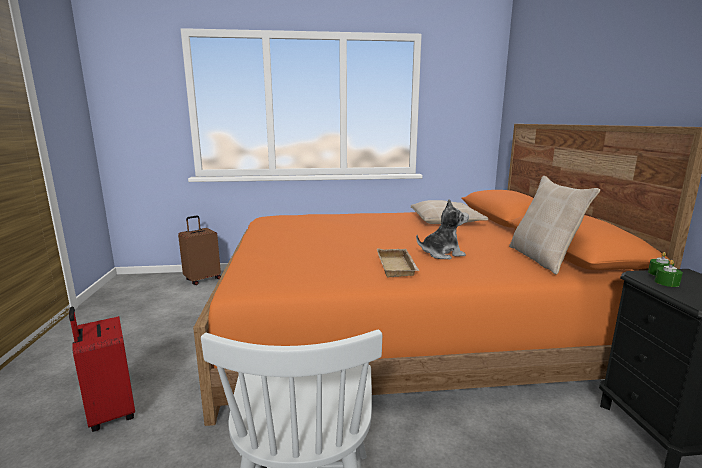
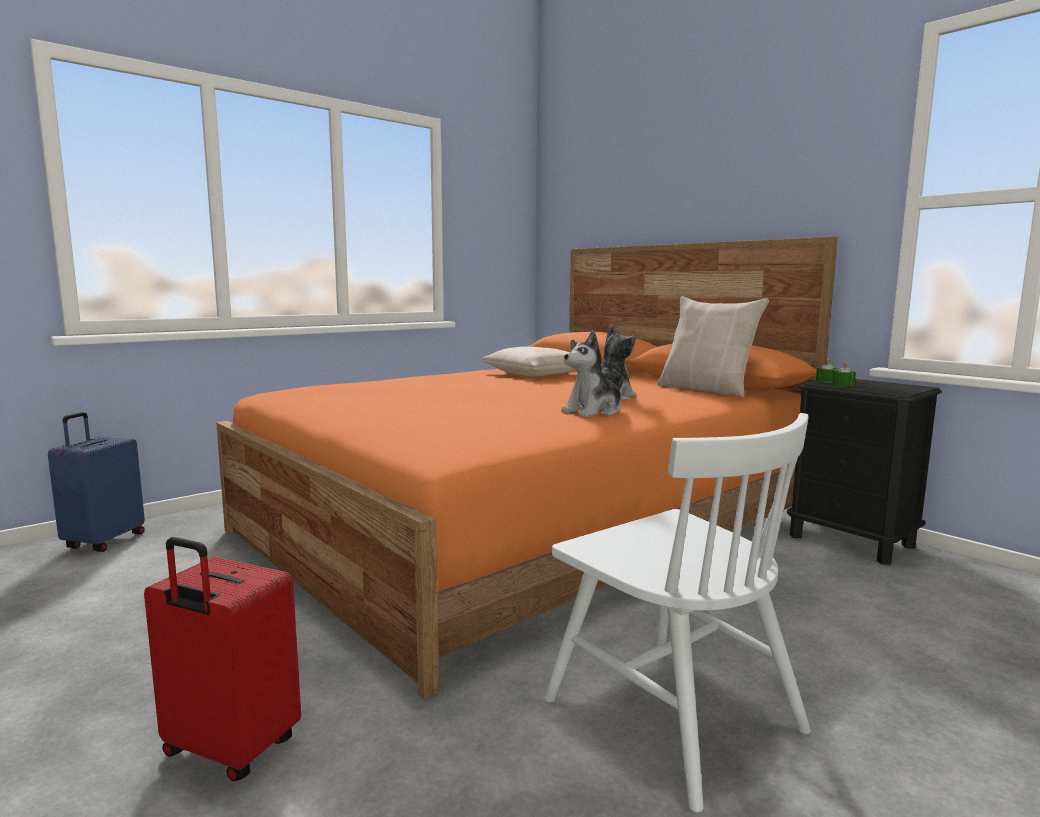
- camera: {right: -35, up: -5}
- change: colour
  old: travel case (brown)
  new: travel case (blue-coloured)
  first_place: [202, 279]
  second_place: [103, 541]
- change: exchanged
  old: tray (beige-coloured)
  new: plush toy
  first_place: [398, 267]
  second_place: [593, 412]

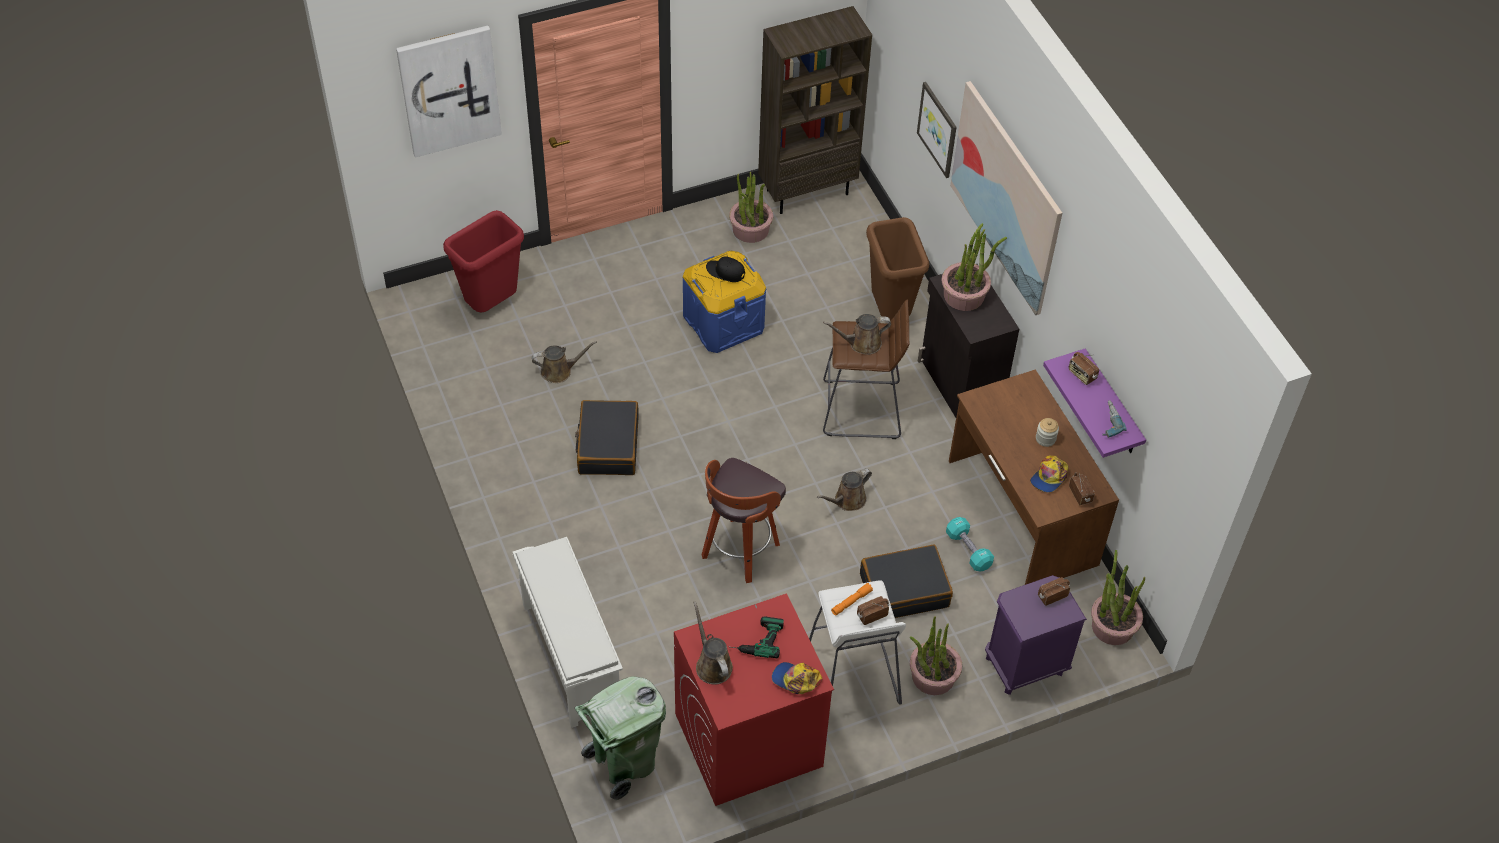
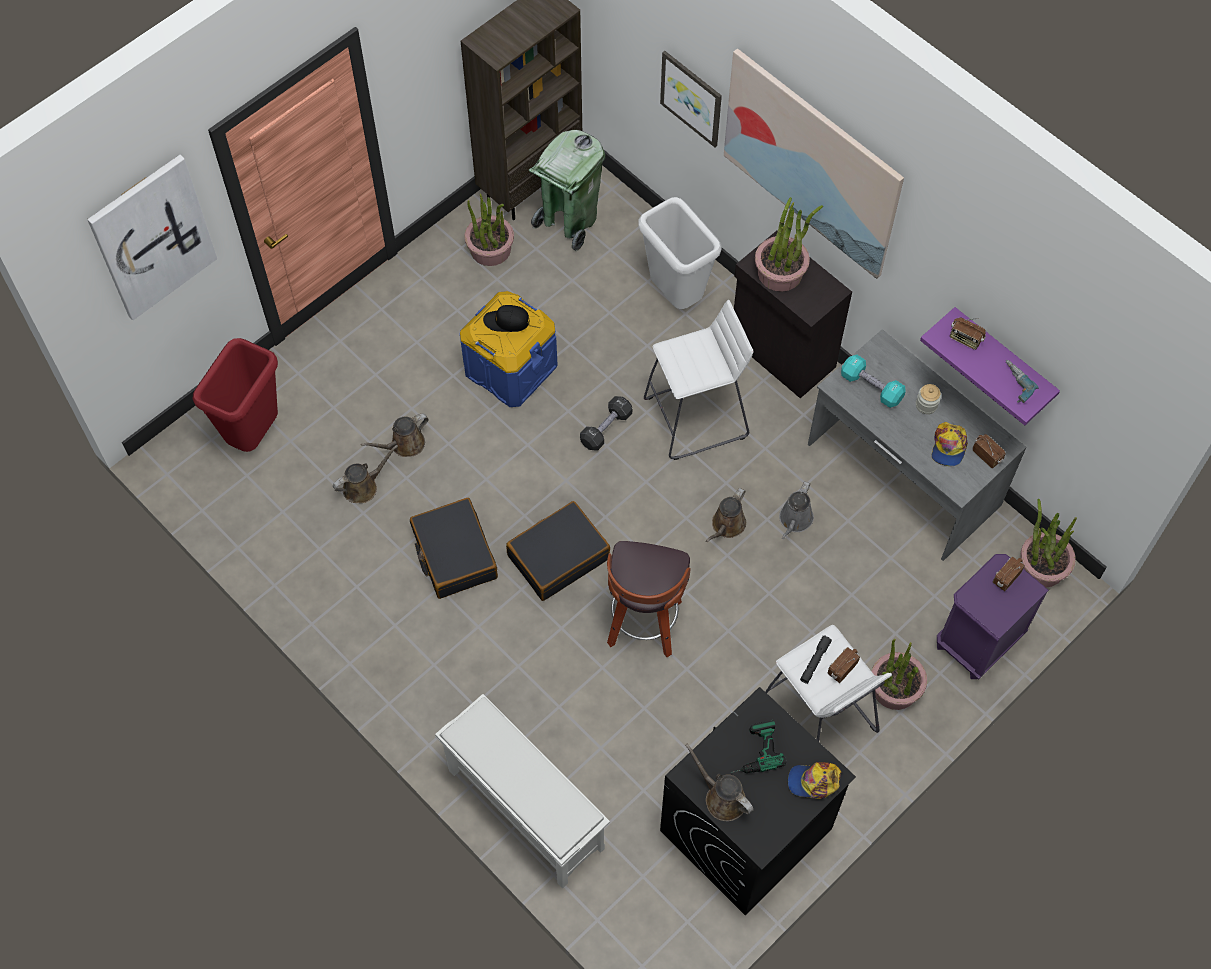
- camera: {right: -20, up: 10}
- change: colour
  old: rubbish bin (brown)
  new: rubbish bin (white)
  first_place: [890, 312]
  second_place: [677, 295]
- change: colour
  old: stool seat (brown)
  new: stool seat (white)
  first_place: [862, 410]
  second_place: [697, 417]
- change: relocated
  old: watering pot (brown)
  first_place: [861, 343]
  second_place: [404, 445]
- change: colour
  old: desk (brown)
  new: desk (gray)
  first_place: [1020, 513]
  second_place: [902, 475]
- change: relocated
  old: free weight (blue-green)
  first_place: [968, 550]
  second_place: [871, 387]
- change: relocated
  old: travel case (blackish)
  first_place: [904, 590]
  second_place: [558, 556]
- change: colour
  old: flashlight (orangey)
  new: flashlight (gray)
  first_place: [851, 602]
  second_place: [815, 661]
- change: colour
  old: washing machine (red-coloured)
  new: washing machine (blackish)
  first_place: [747, 741]
  second_place: [745, 831]
- change: relocated
  old: rubbish bin (green-coloured)
  first_place: [624, 764]
  second_place: [569, 221]
- change: appeared
  new: free weight (blackish)
  second_place: [606, 428]
- change: appeared
  new: watering pot (gray)
  second_place: [795, 520]

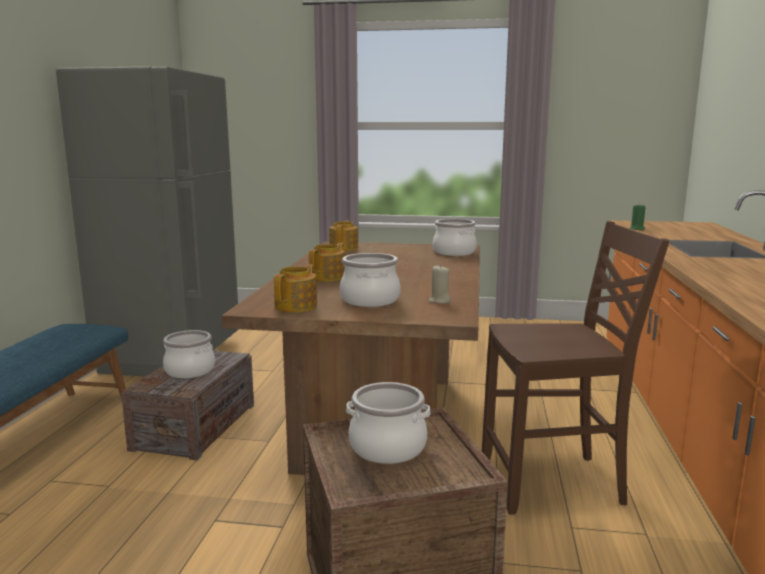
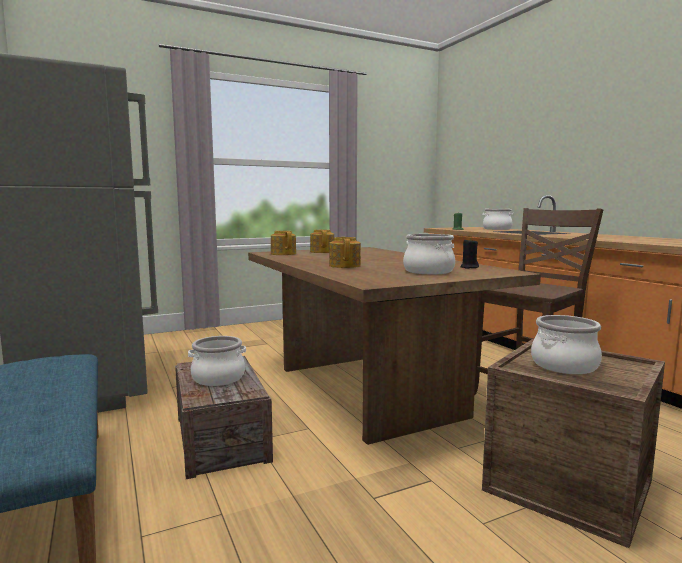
- camera: {right: -35, up: -5}
- change: relocated
  old: stockpot
  first_place: [453, 252]
  second_place: [497, 229]
- change: relocated
  old: teapot
  first_place: [297, 306]
  second_place: [322, 251]
- change: colour
  old: wax light (beige-coloured)
  new: wax light (blackish)
  first_place: [439, 301]
  second_place: [469, 267]

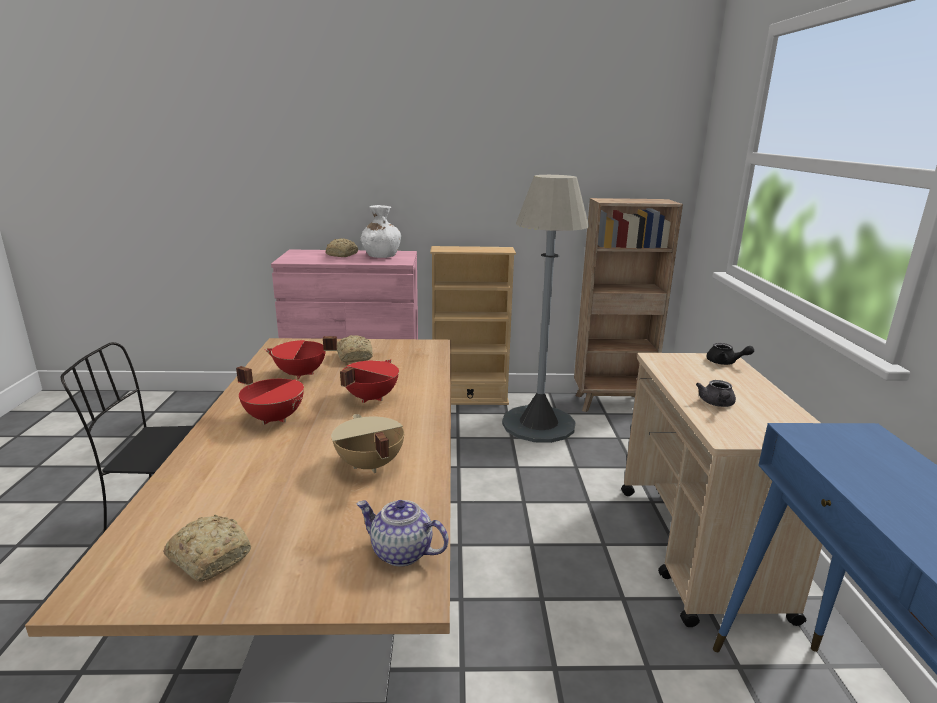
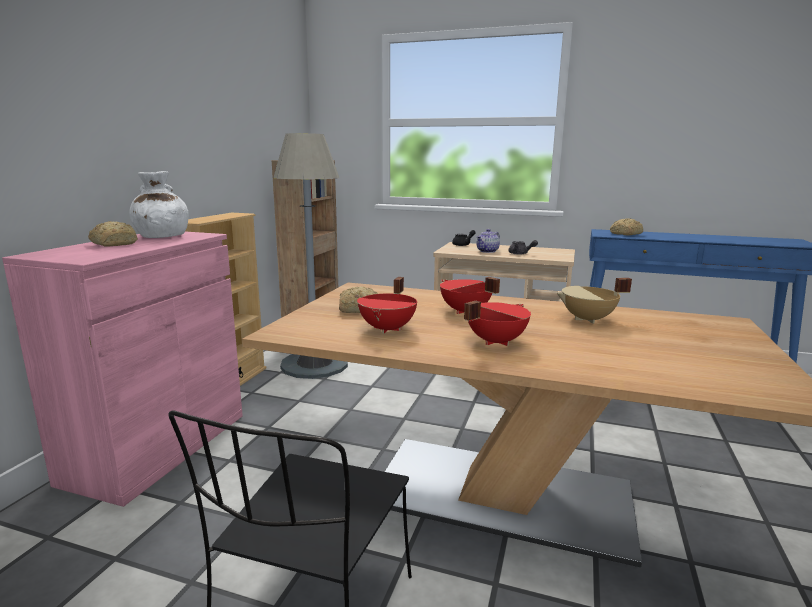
- camera: {right: -70, up: -5}
- change: relocated
  old: teapot
  first_place: [400, 552]
  second_place: [487, 251]
- change: relocated
  old: bread
  first_place: [210, 557]
  second_place: [625, 234]

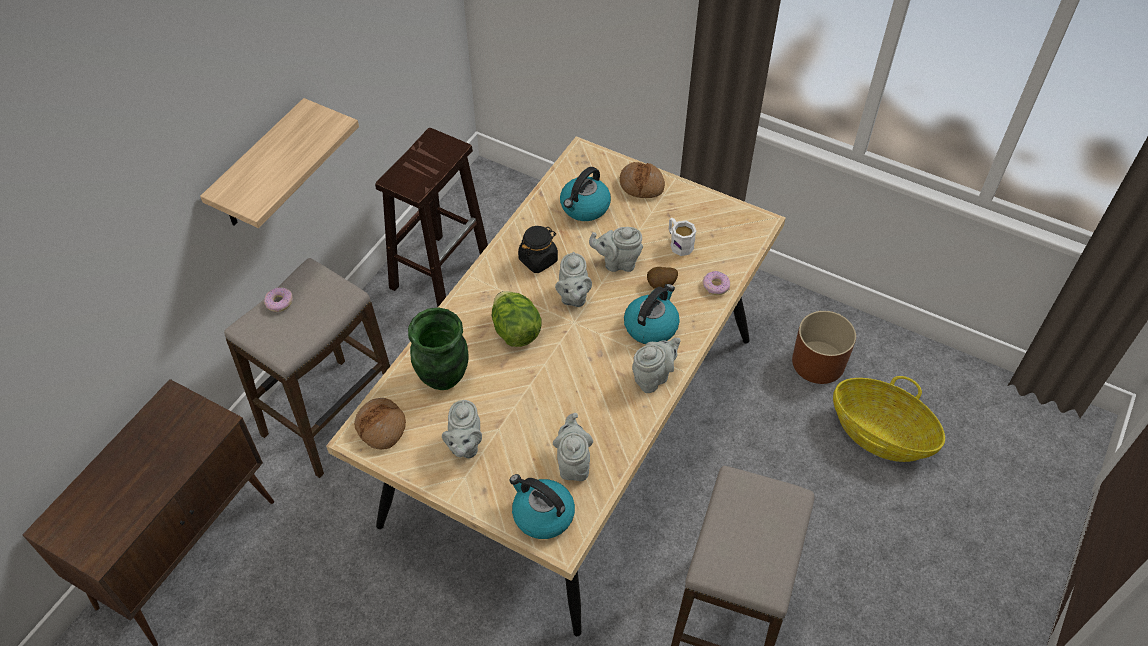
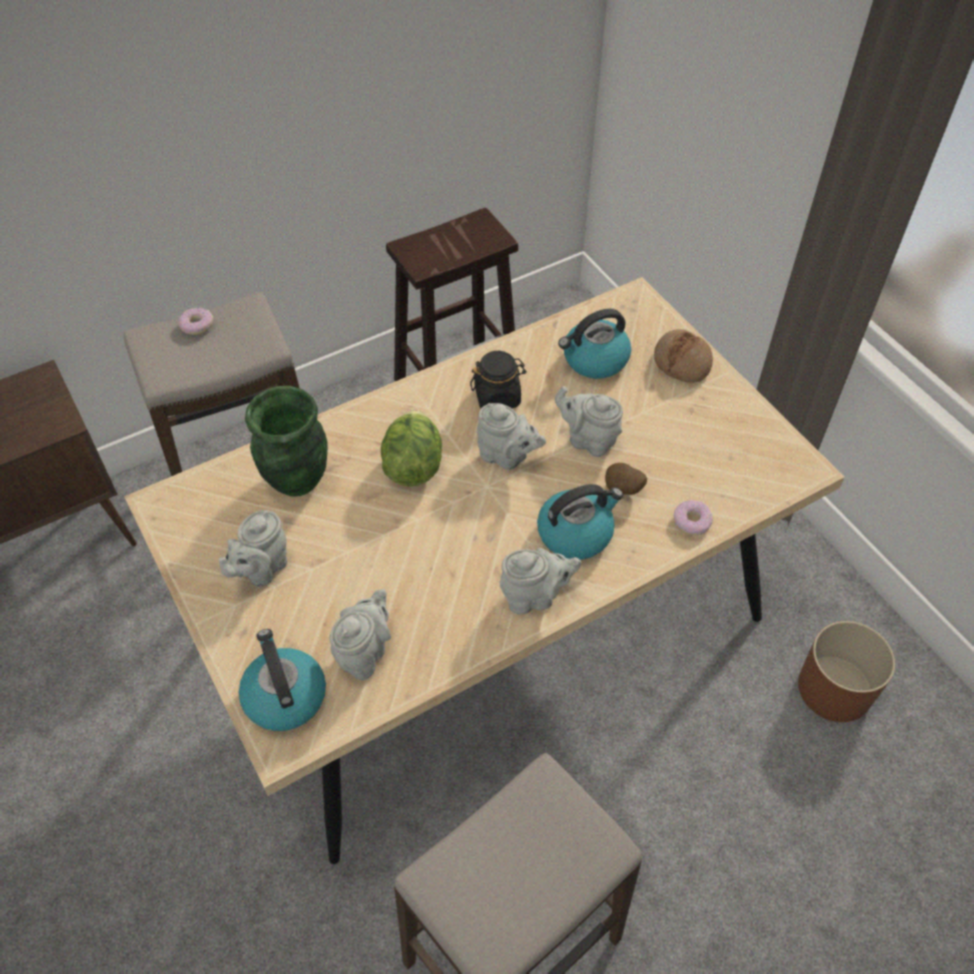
- camera: {right: 30, up: 0}
- change: missing
  old: wall shelf
  first_place: [260, 167]
- change: missing
  old: coffee mug (white)
  first_place: [678, 243]
- change: spun
  old: teapot (gray)
  first_place: [573, 297]
  second_place: [507, 456]
  degrees: -90
- change: missing
  old: storage basket
  first_place: [880, 434]
- change: missing
  old: bread
  first_place: [381, 427]

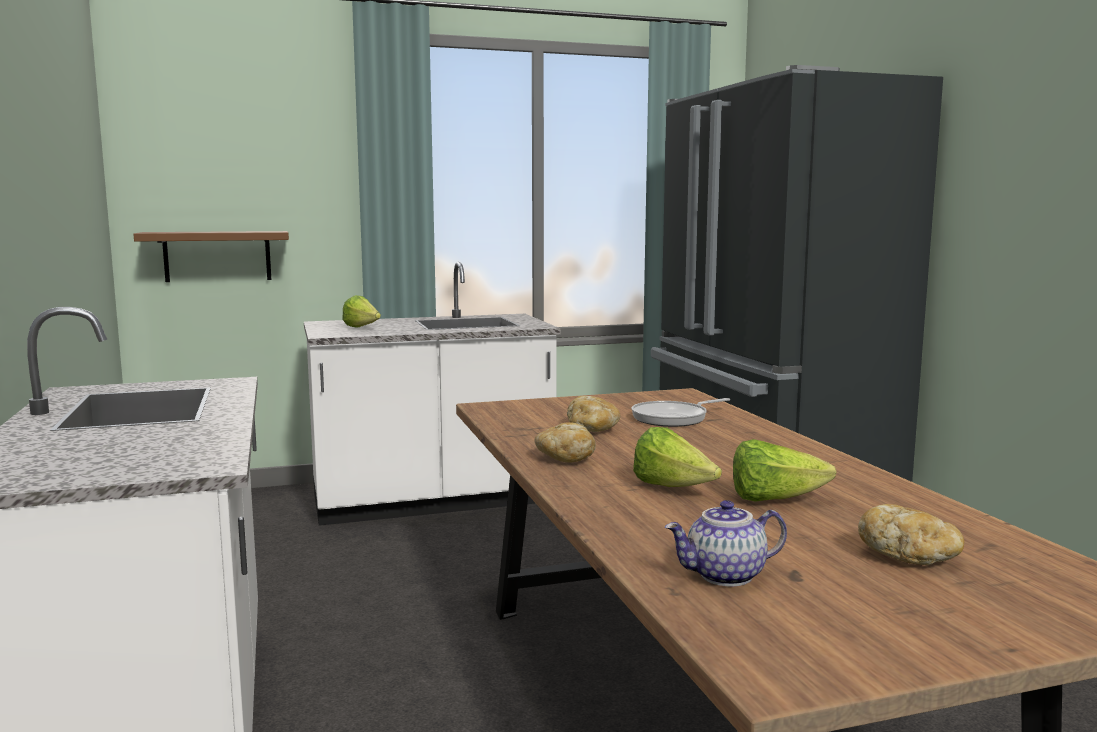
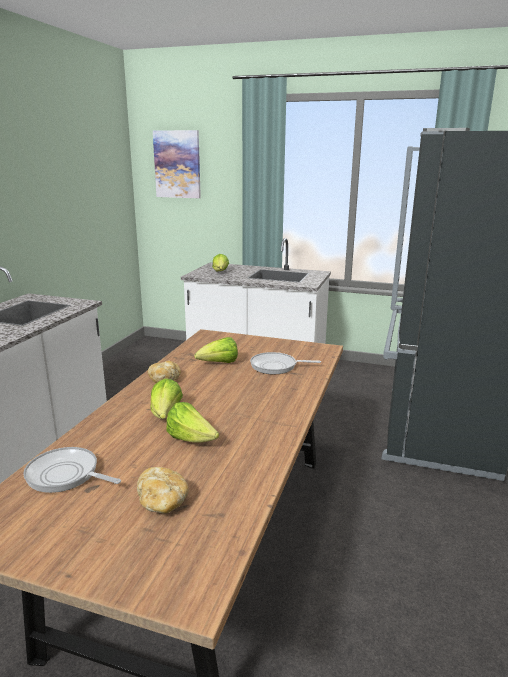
- camera: {right: 35, up: 10}
- change: missing
  old: wall shelf (brown)
  first_place: [217, 256]
- change: exchanged
  old: bread
  new: lettuce
  first_place: [592, 429]
  second_place: [219, 363]
- change: exchanged
  old: teapot
  new: pan
  first_place: [725, 576]
  second_place: [66, 475]
- change: appeared
  new: picture
  second_place: [177, 164]

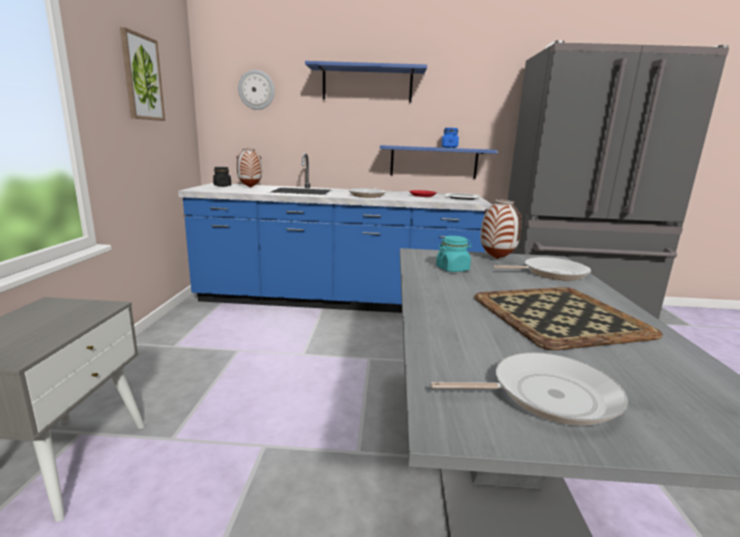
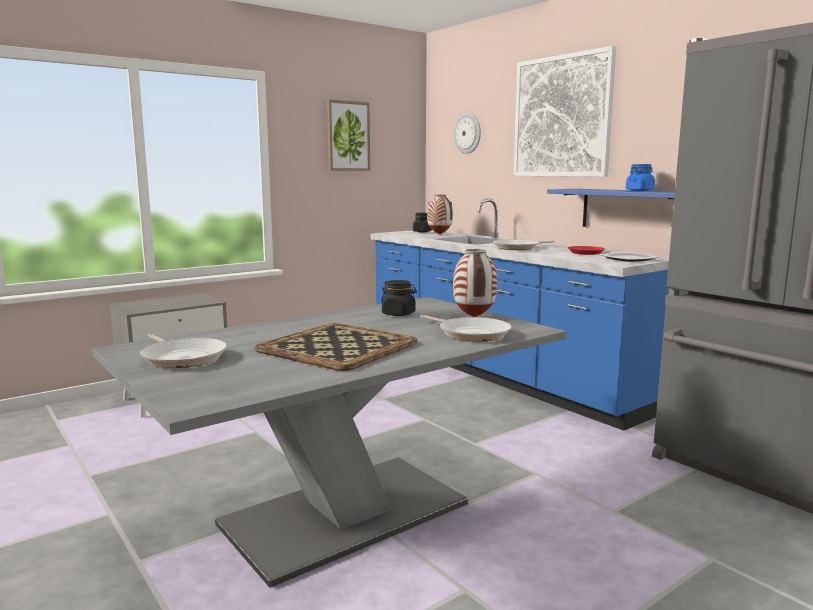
- camera: {right: 50, up: -5}
- change: exchanged
  old: wall shelf (blue-coloured)
  new: picture
  first_place: [367, 84]
  second_place: [562, 116]
- change: colour
  old: storage jar (blue-green)
  new: storage jar (blackish)
  first_place: [452, 269]
  second_place: [399, 314]

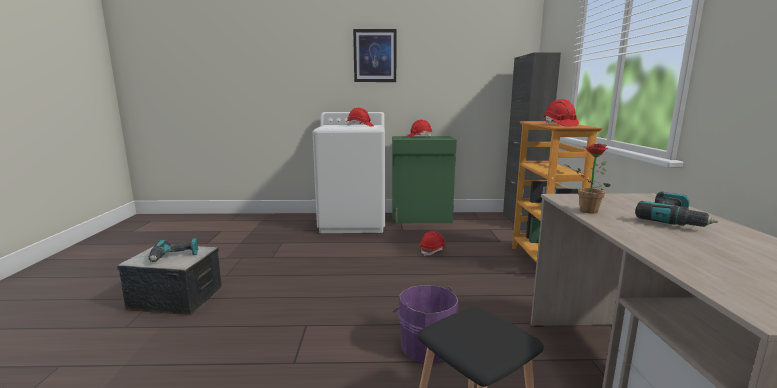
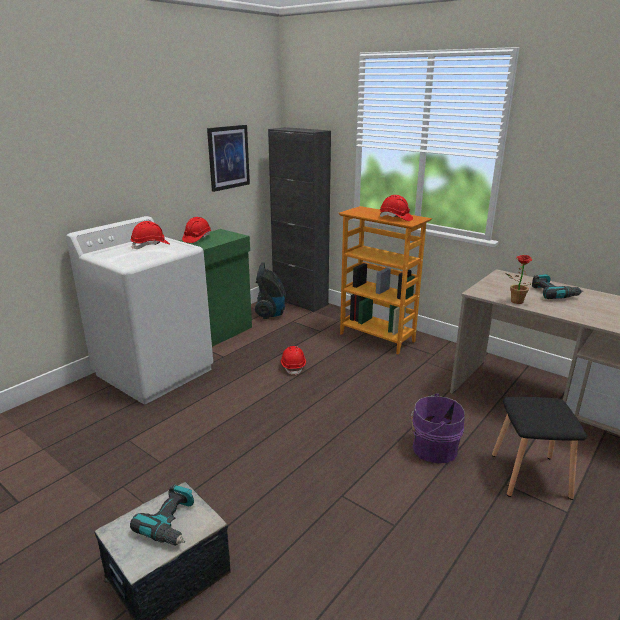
- camera: {right: -50, up: 10}
- change: relocated
  old: picture
  first_place: [375, 56]
  second_place: [228, 157]
- change: appeared
  new: vacuum
  second_place: [271, 313]

